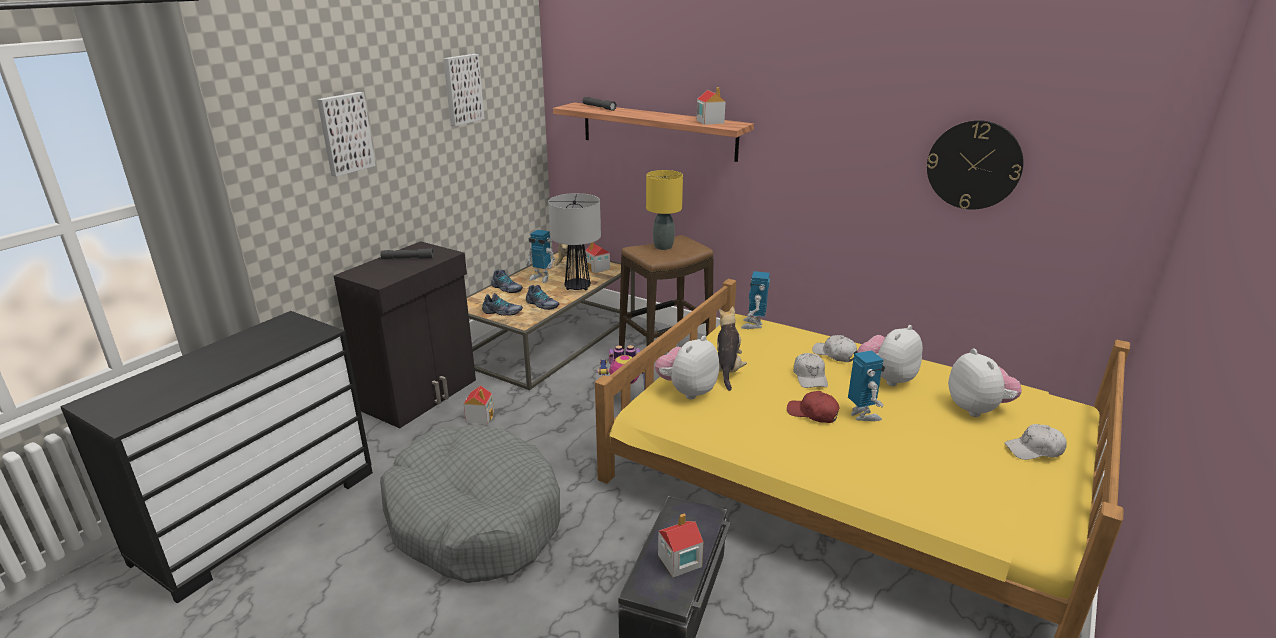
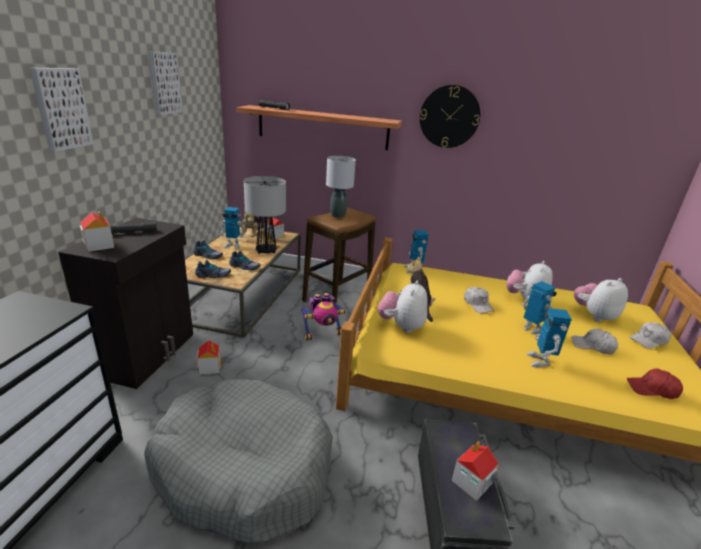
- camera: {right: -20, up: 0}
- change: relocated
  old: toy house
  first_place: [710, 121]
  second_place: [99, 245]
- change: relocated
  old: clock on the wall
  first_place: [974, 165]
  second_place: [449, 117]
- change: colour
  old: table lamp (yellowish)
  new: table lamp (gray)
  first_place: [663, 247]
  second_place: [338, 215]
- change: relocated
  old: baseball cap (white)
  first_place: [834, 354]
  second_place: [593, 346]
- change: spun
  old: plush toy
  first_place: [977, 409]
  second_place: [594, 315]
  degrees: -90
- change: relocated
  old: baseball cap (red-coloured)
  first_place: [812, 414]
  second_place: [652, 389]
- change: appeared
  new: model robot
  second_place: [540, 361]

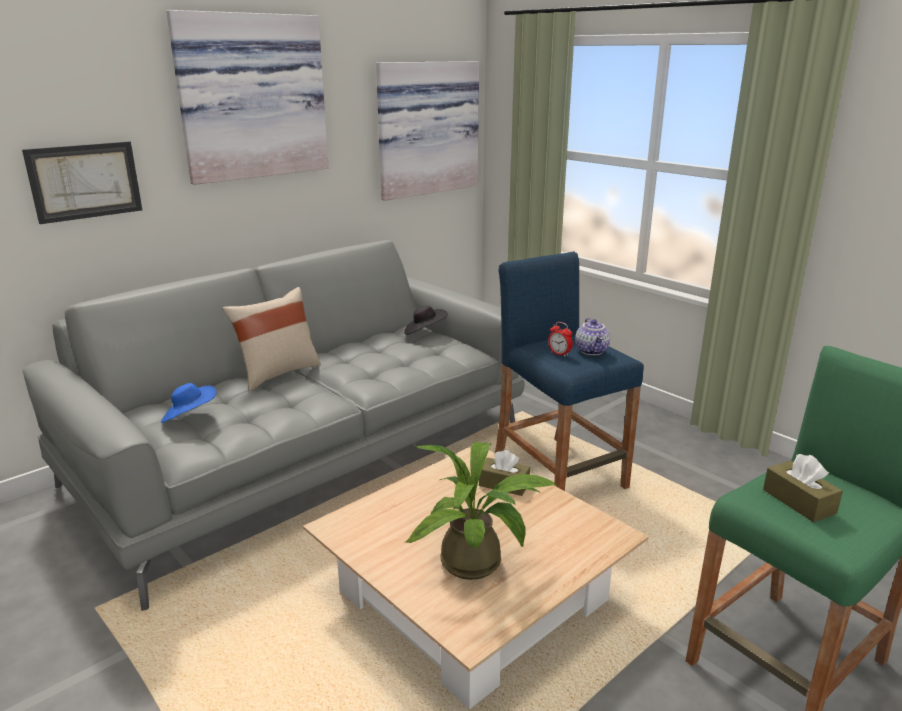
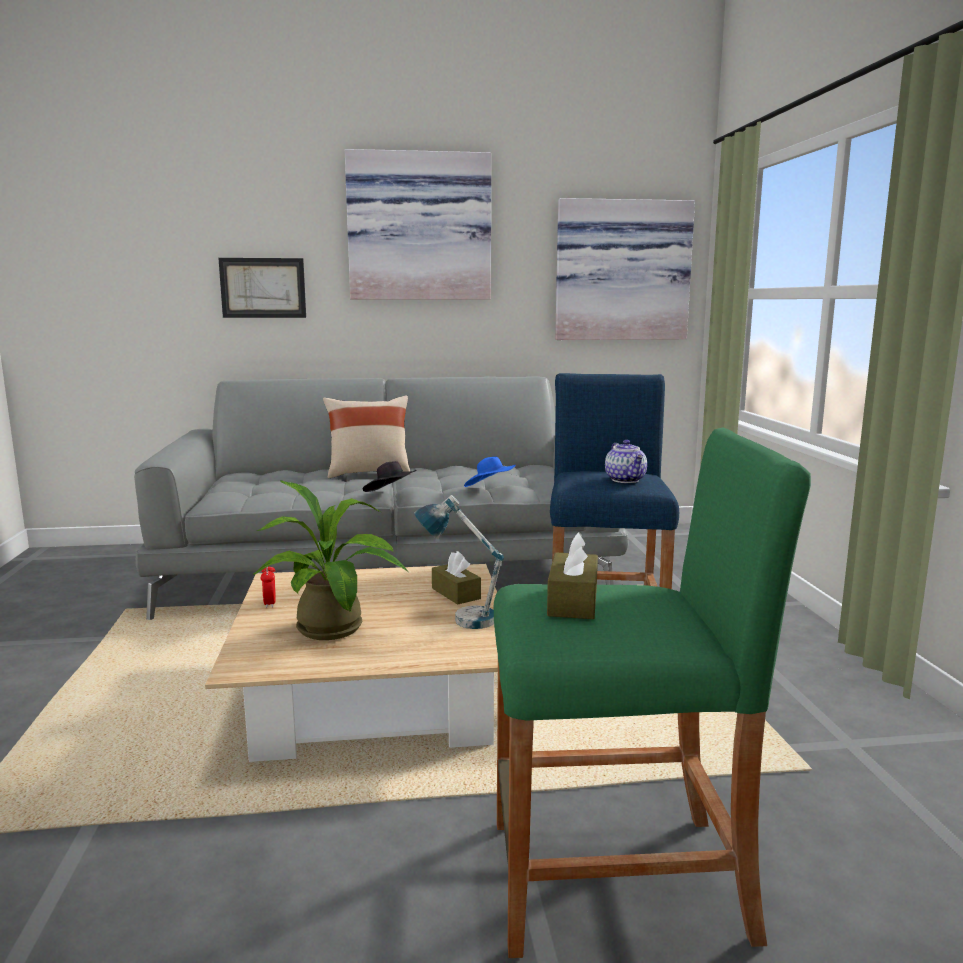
- camera: {right: 35, up: -10}
- change: relocated
  old: clothing hat (blackish)
  first_place: [424, 332]
  second_place: [391, 494]
- change: spun
  old: teapot
  first_place: [592, 351]
  second_place: [626, 480]
  degrees: -45
- change: relocated
  old: table clock
  first_place: [559, 354]
  second_place: [270, 603]
- change: relocated
  old: clothing hat (blue-coloured)
  first_place: [190, 417]
  second_place: [490, 489]
- change: appeared
  new: table lamp
  second_place: [459, 617]

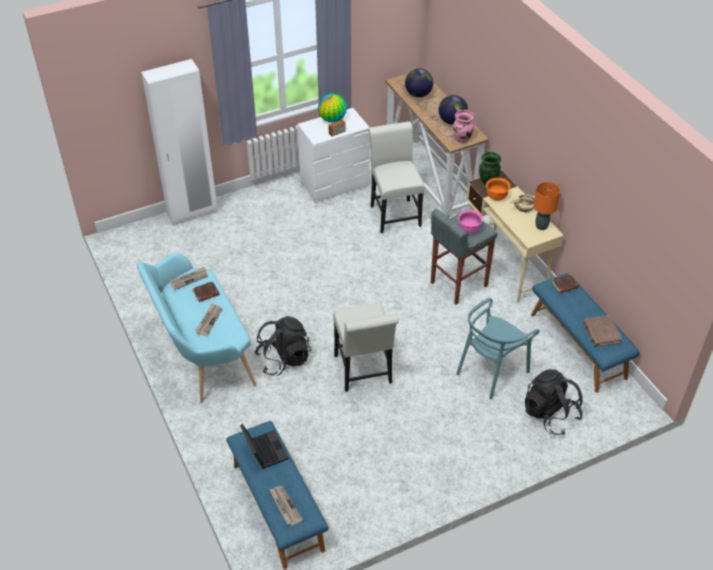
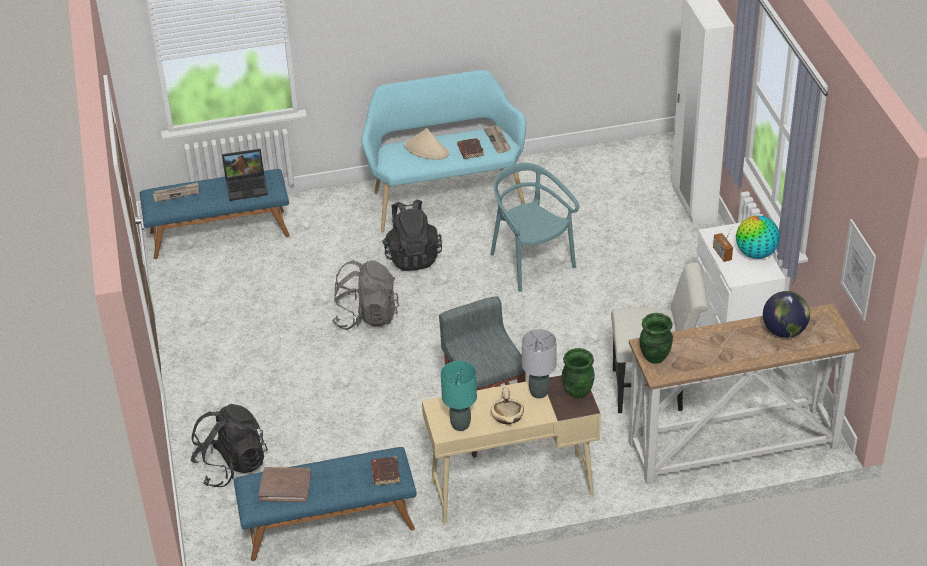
- camera: {right: 105, up: -5}
- change: missing
  old: globe
  first_place: [452, 121]
- change: colour
  old: decorative vase (pinkish)
  new: decorative vase (green-coloured)
  first_place: [462, 139]
  second_place: [654, 357]
- change: exchanged
  old: bowl (orangey)
  new: table lamp (gray)
  first_place: [496, 197]
  second_place: [539, 392]
- change: colour
  old: table lamp (orangey)
  new: table lamp (blue-green)
  first_place: [541, 226]
  second_place: [460, 425]
- change: missing
  old: bowl (pinkish)
  first_place: [469, 229]
- change: relocated
  old: upright chair (blue-green)
  first_place: [491, 371]
  second_place: [531, 263]
- change: exchanged
  old: upright chair (white)
  new: rucksack (gray)
  first_place: [364, 372]
  second_place: [366, 316]
- change: exchanged
  old: newspaper
  new: clothing hat (beige-coloured)
  first_place: [209, 320]
  second_place: [427, 150]
- change: appeared
  new: picture
  second_place: [858, 269]

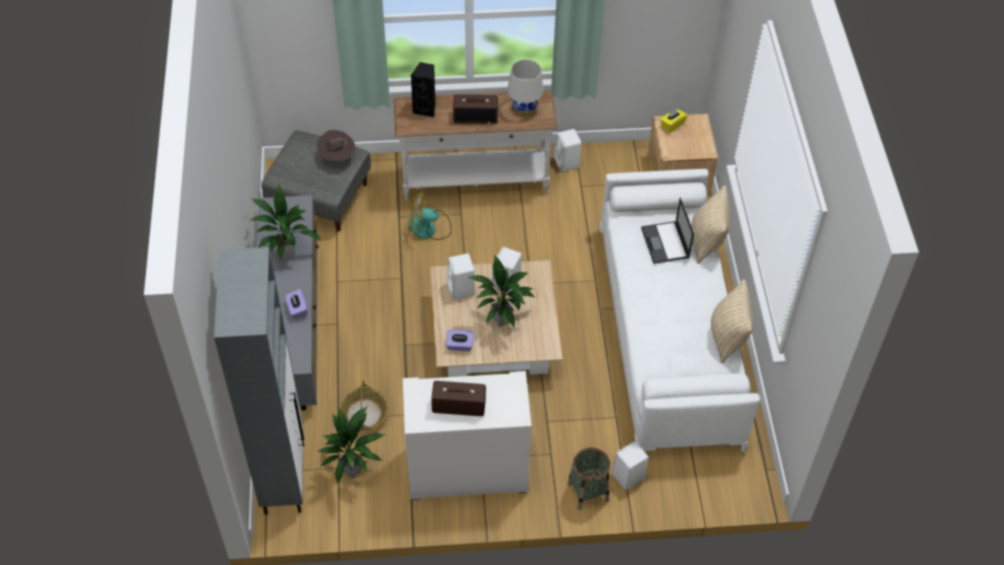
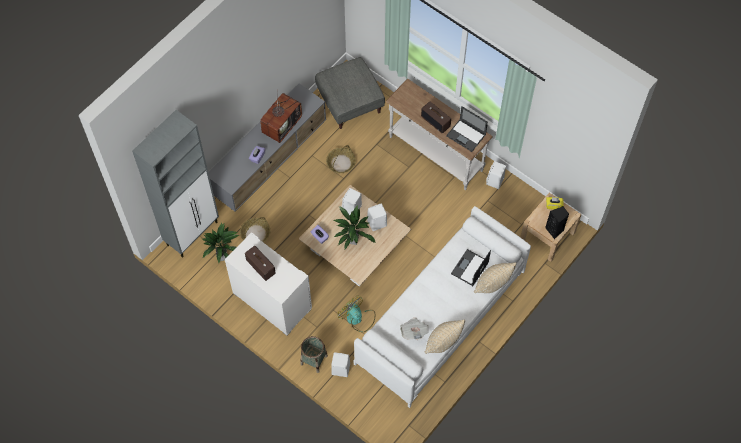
- camera: {right: 45, up: 10}
- change: exchanged
  old: table lamp (white)
  new: portable computer
  first_place: [524, 108]
  second_place: [466, 135]
- change: relocated
  old: loudspeaker (blackish)
  first_place: [426, 108]
  second_place: [555, 230]
- change: missing
  old: clothing hat (brown)
  first_place: [337, 157]
- change: exchanged
  old: houseplant
  new: TV
  first_place: [287, 253]
  second_place: [281, 124]
- change: relocated
  old: electric fan
  first_place: [429, 228]
  second_place: [357, 318]
- change: appeared
  new: storage basket
  second_place: [341, 163]
- change: appeared
  new: newspaper
  second_place: [414, 331]

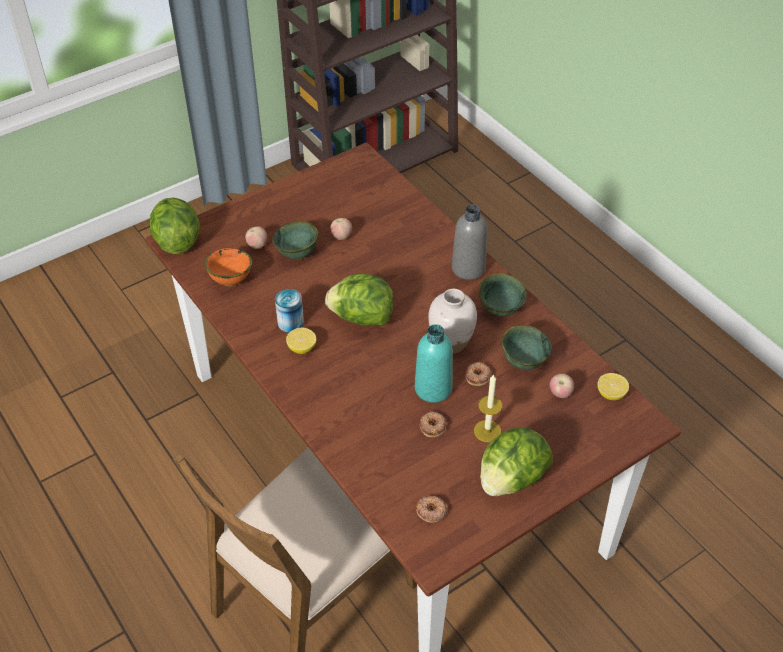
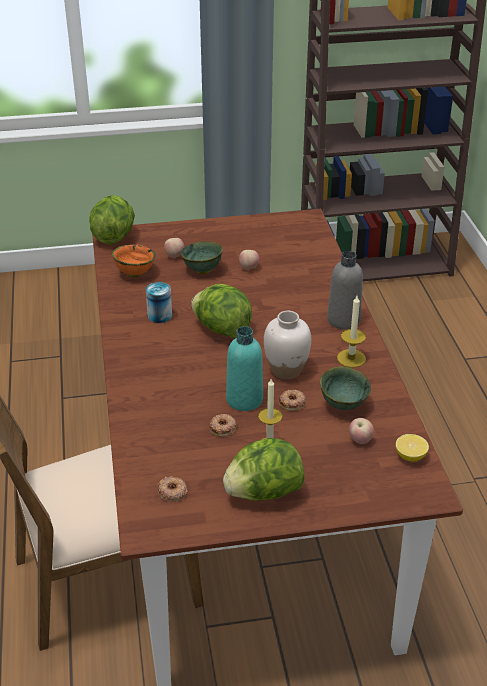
- camera: {right: 25, up: -10}
- change: exchanged
  old: bowl (green-coloured)
  new: wax light
  first_place: [500, 309]
  second_place: [351, 358]
- change: missing
  old: lemon
  first_place: [302, 348]

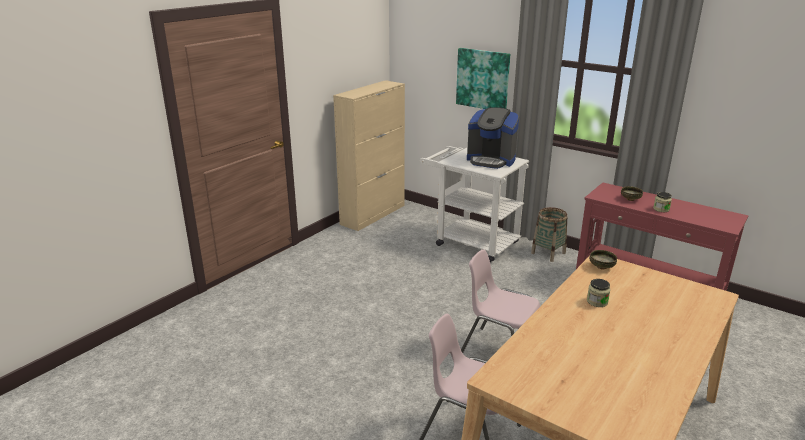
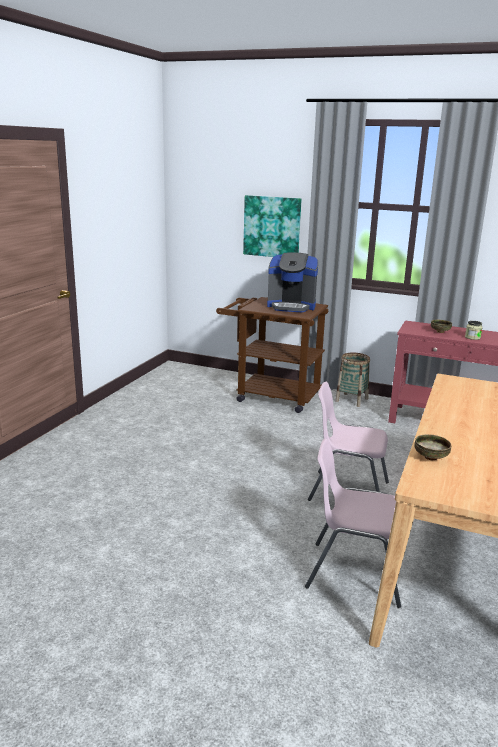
- camera: {right: -15, up: -5}
- change: missing
  old: storage cabinet (beige-coloured)
  first_place: [373, 214]
- change: colour
  old: wheeled cart (white)
  new: wheeled cart (brown)
  first_place: [470, 241]
  second_place: [270, 395]
- change: relocated
  old: bowl
  first_place: [601, 267]
  second_place: [430, 457]
- change: missing
  old: storage jar
  first_place: [597, 302]

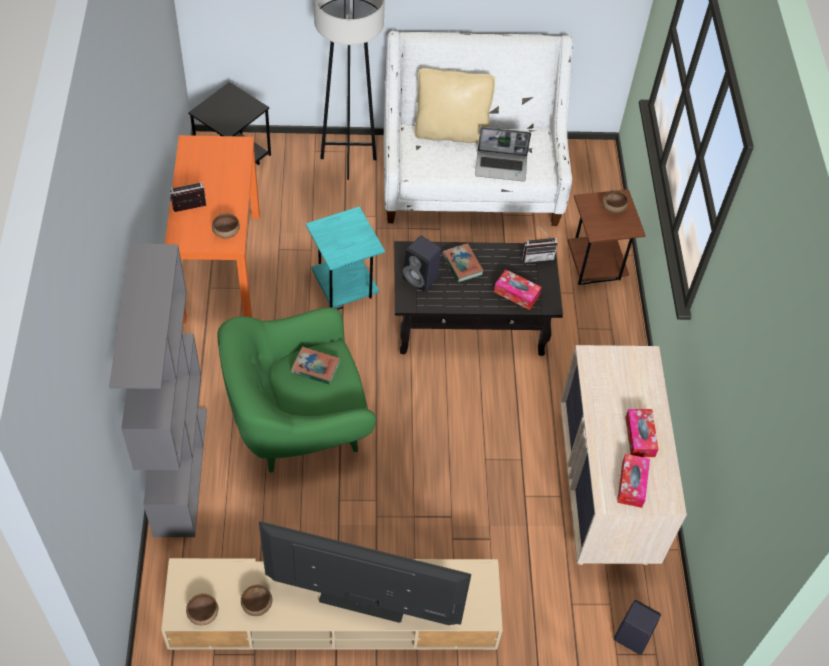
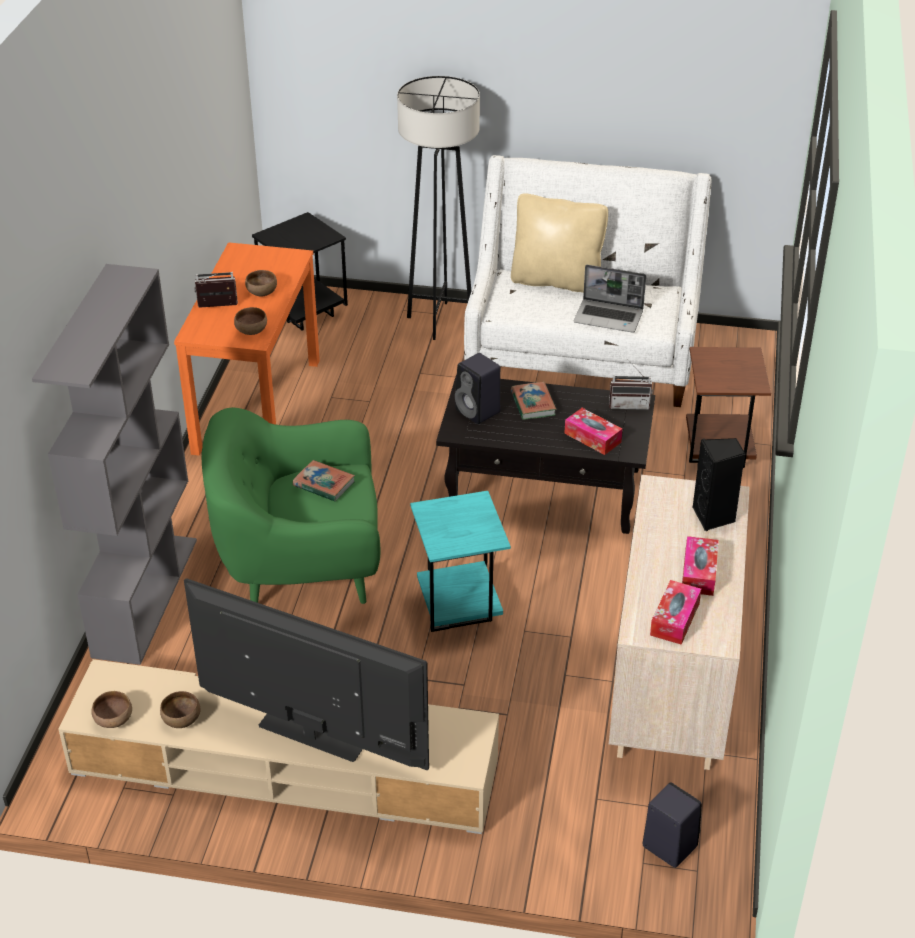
- camera: {right: 15, up: -15}
- change: relocated
  old: bowl (brown)
  first_place: [613, 208]
  second_place: [261, 292]
- change: relocated
  old: end table (blue-green)
  first_place: [343, 289]
  second_place: [457, 610]
- change: appeared
  new: loudspeaker (blackish)
  second_place: [714, 517]

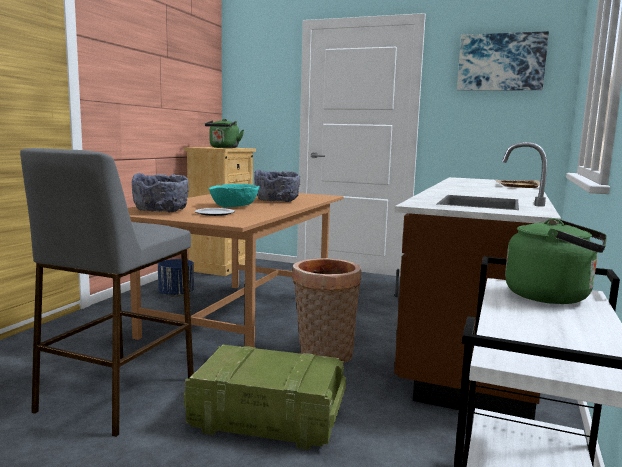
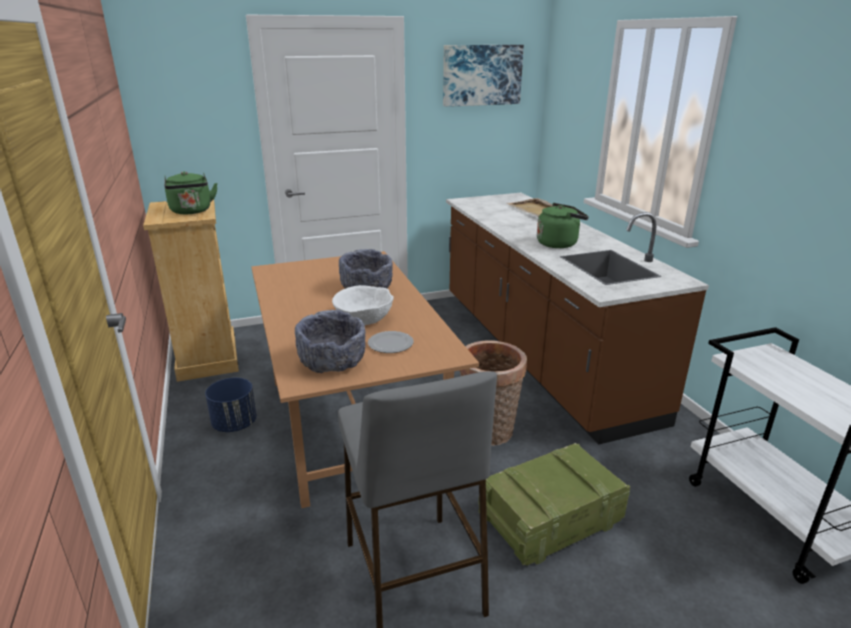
- camera: {right: -40, up: 15}
- change: colour
  old: bowl (blue-green)
  new: bowl (white)
  first_place: [233, 206]
  second_place: [364, 319]
- change: relocated
  old: water kettle (green-coloured)
  first_place: [553, 297]
  second_place: [559, 243]

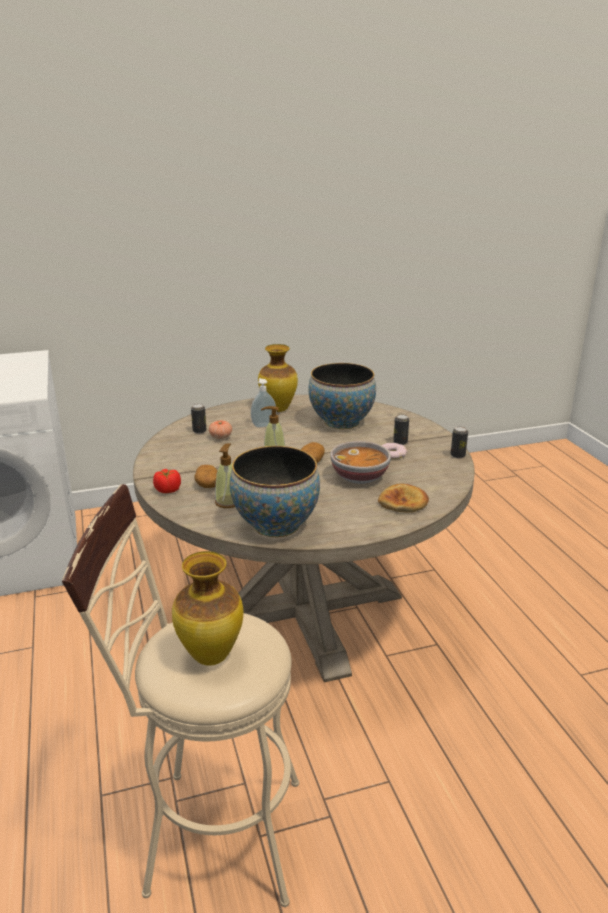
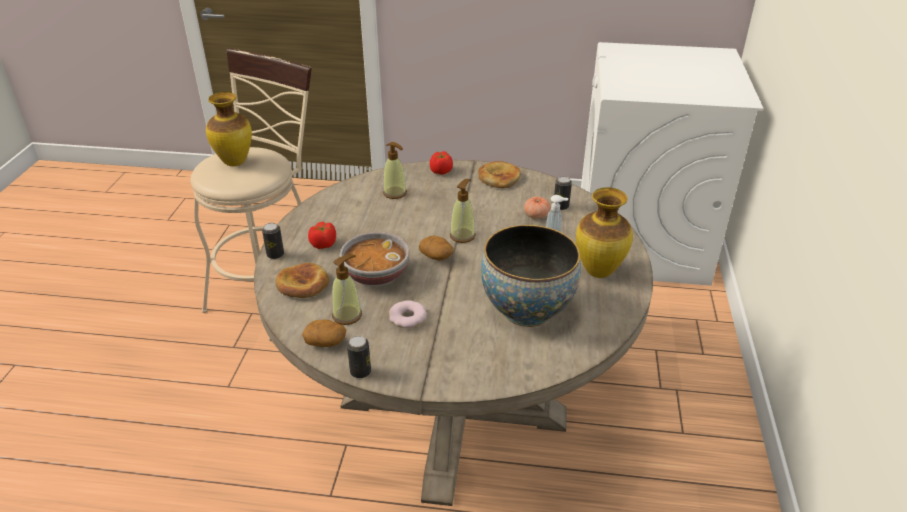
- camera: {right: 115, up: 10}
- change: relocated
  old: sealed can
  first_place: [400, 442]
  second_place: [275, 254]
- change: missing
  old: bowl
  first_place: [276, 525]
- change: relocated
  old: potato
  first_place: [207, 484]
  second_place: [326, 342]
- change: appeared
  new: bread
  second_place: [499, 177]
- change: appeared
  new: whole tomato
  second_place: [323, 244]
- change: appeared
  new: liquid soap bottle
  second_place: [347, 315]

